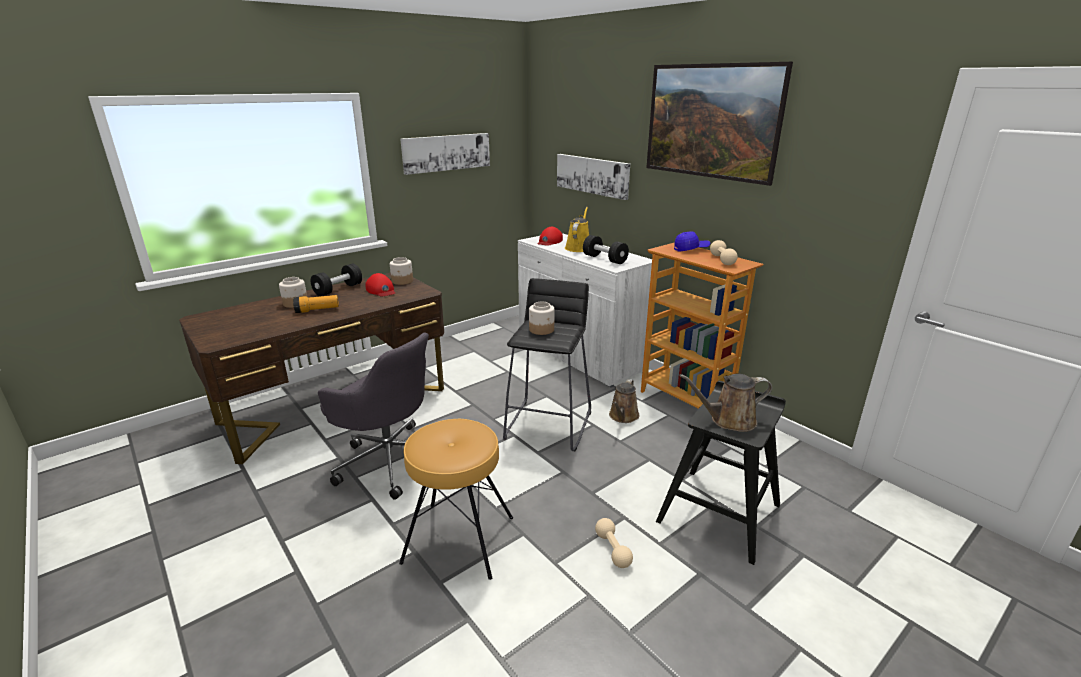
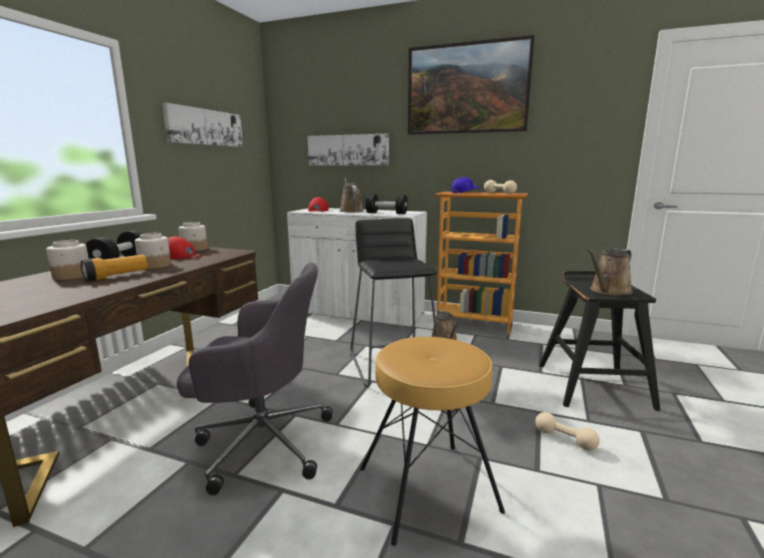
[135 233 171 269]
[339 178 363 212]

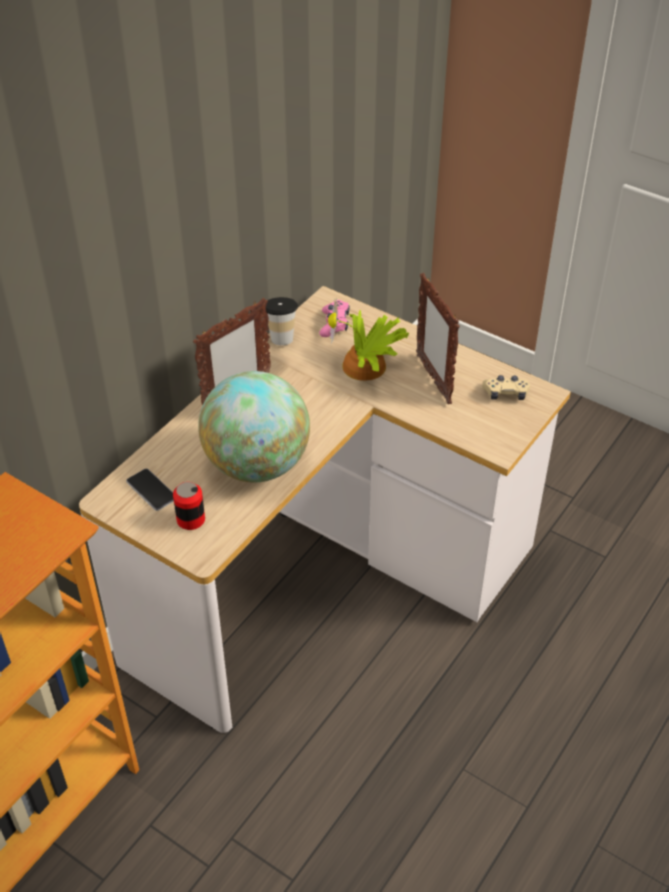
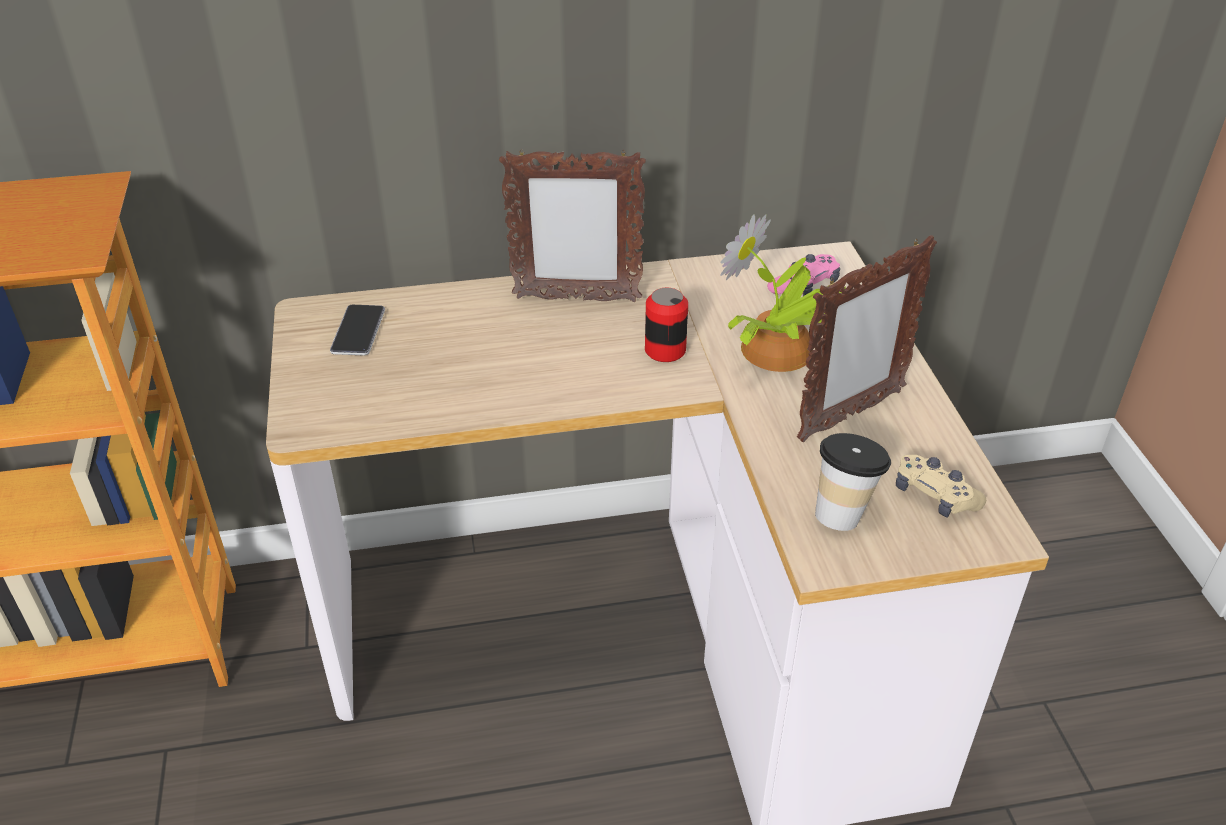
[645 288 688 362]
[797 235 937 442]
[815 433 891 531]
[198 371 310 482] (first image)

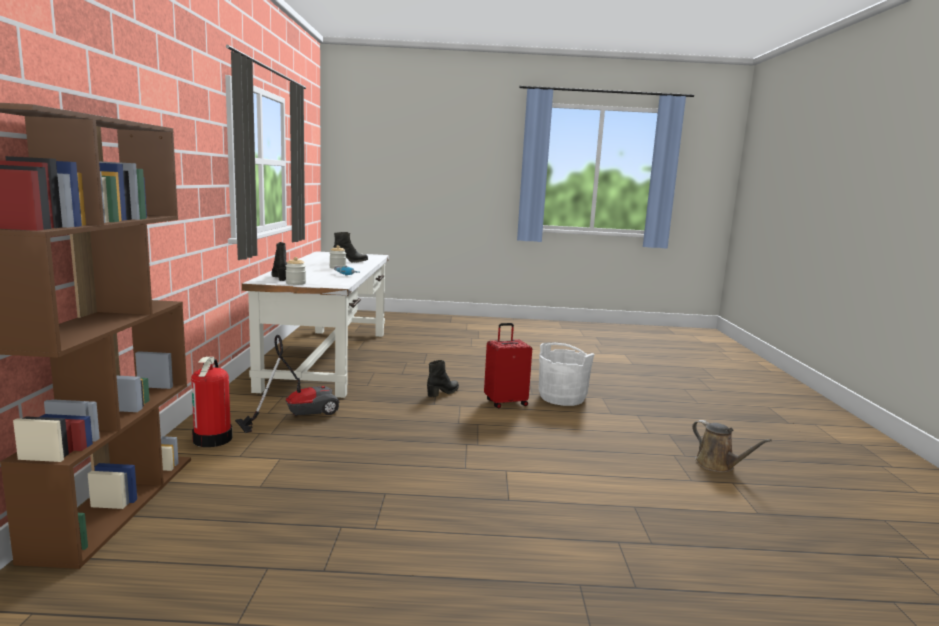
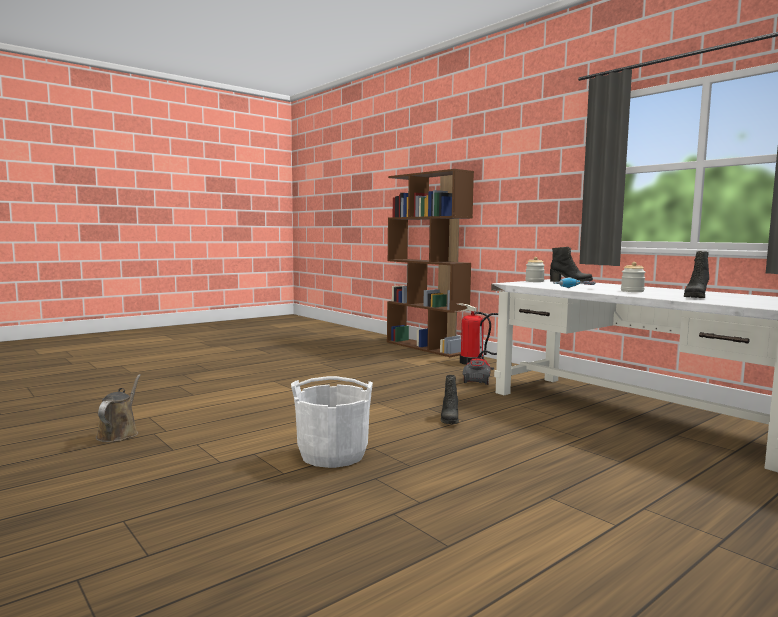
[96 374 141 442]
[484 323 532 408] (first image)

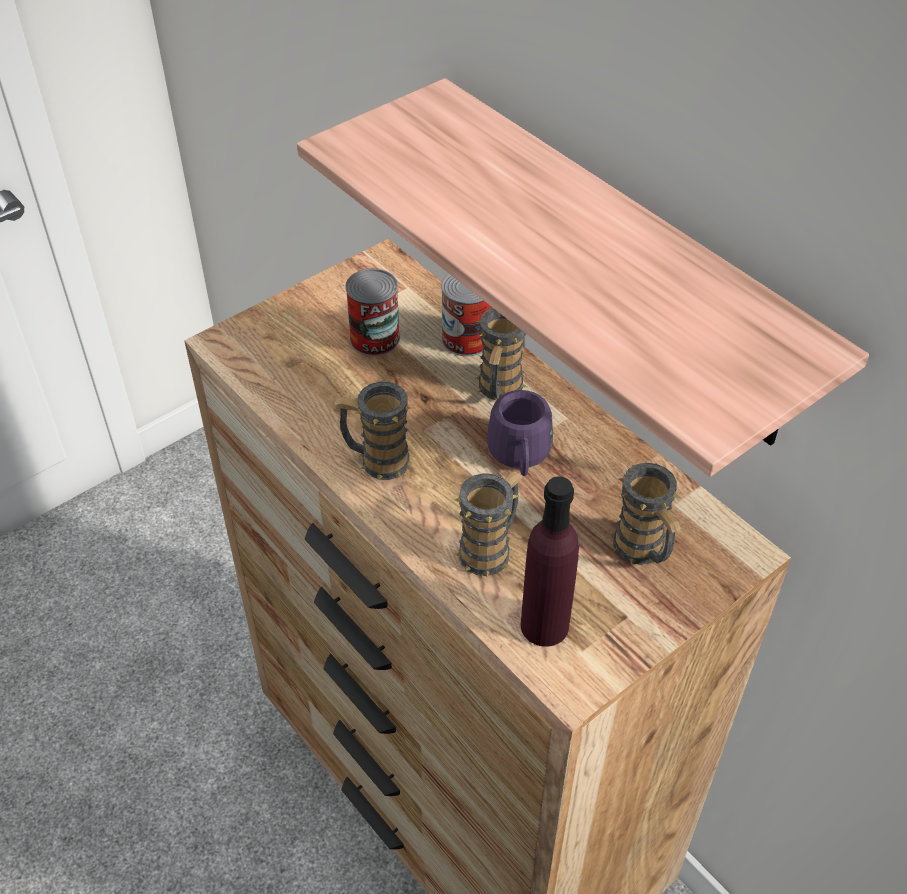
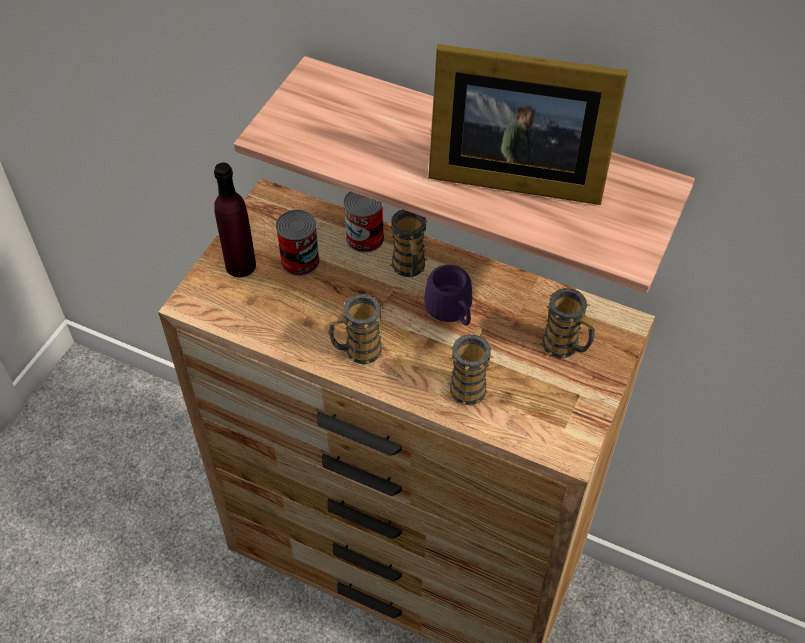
[214 163 256 277]
[428 44 628 205]

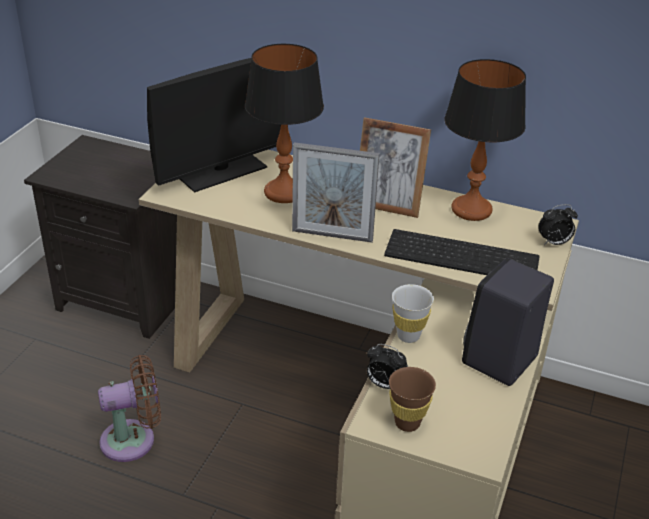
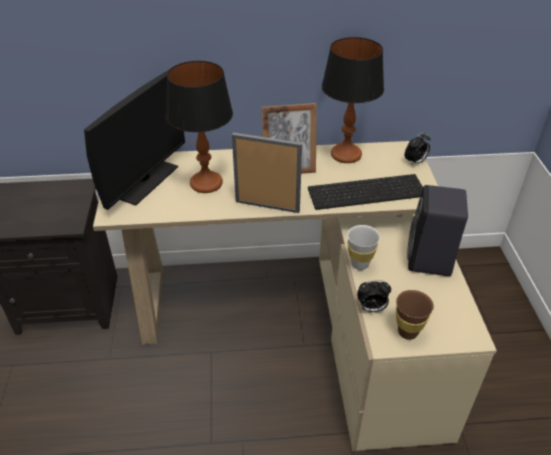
[232 133 302 213]
[98 355 161 462] (first image)

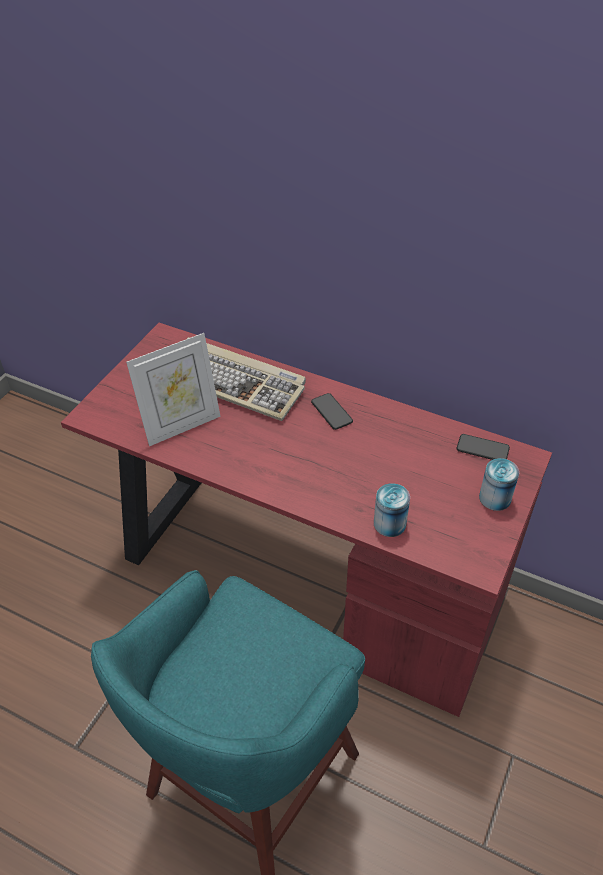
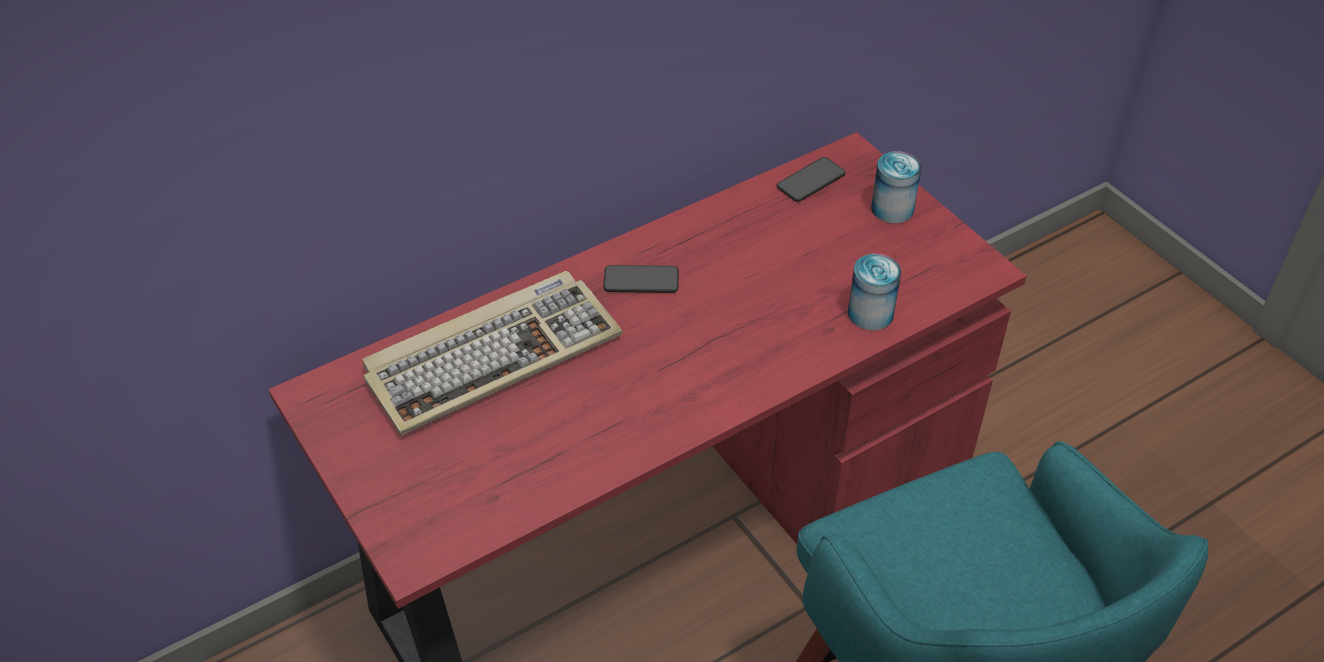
[126 333 221 446] (first image)

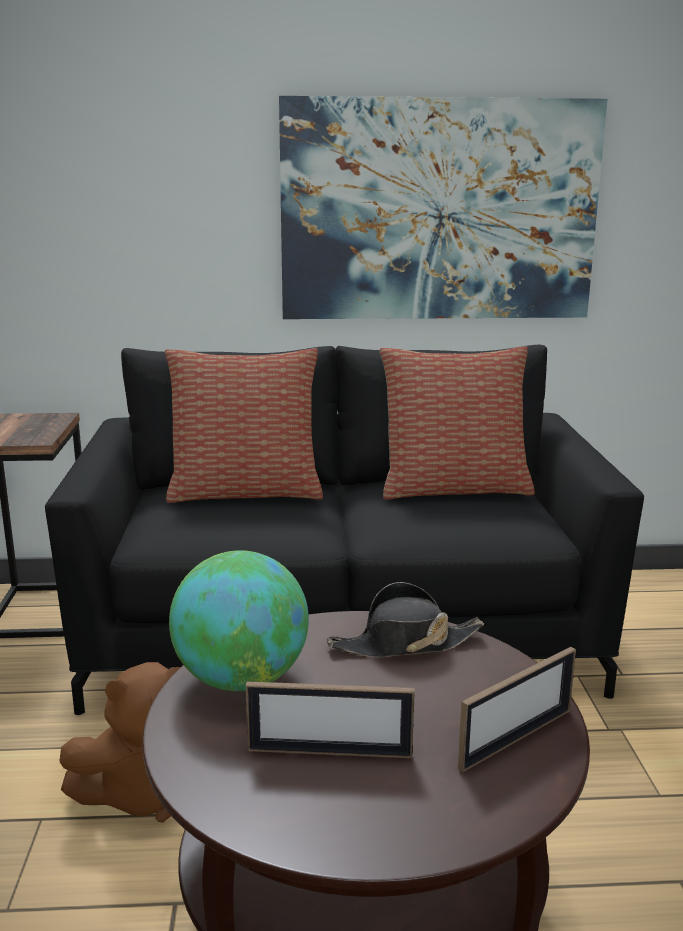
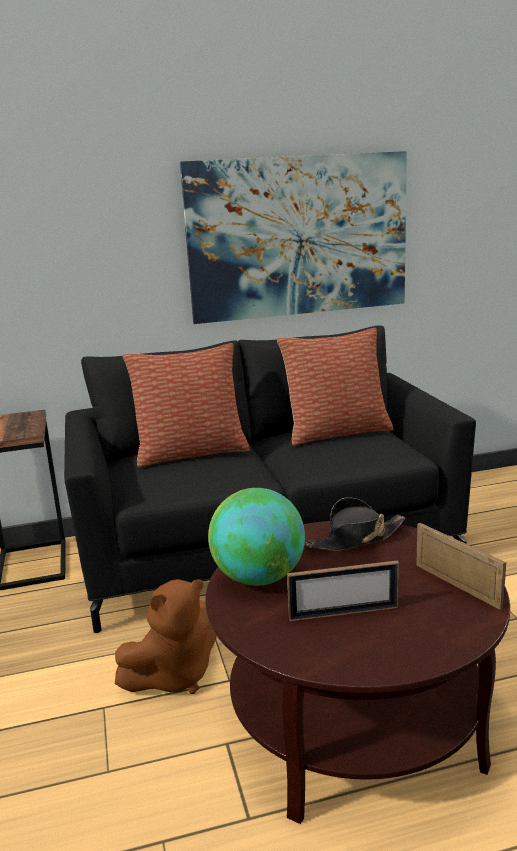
[416 523 506 610]

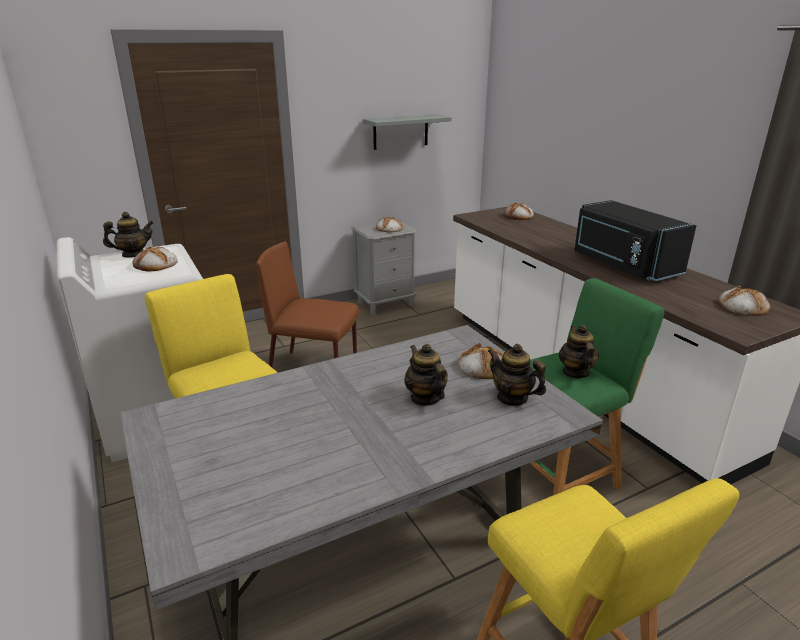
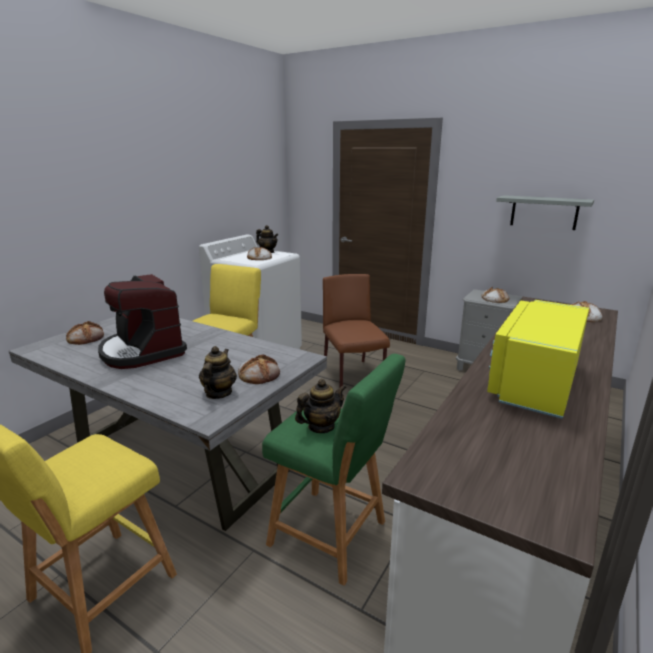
[66 321 104 345]
[98 274 187 369]
[487 300 589 419]
[404 344 448 406] (first image)

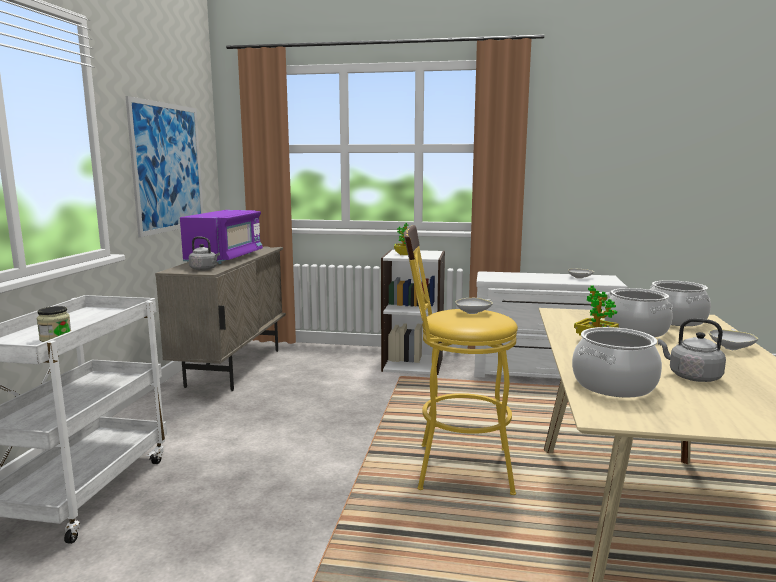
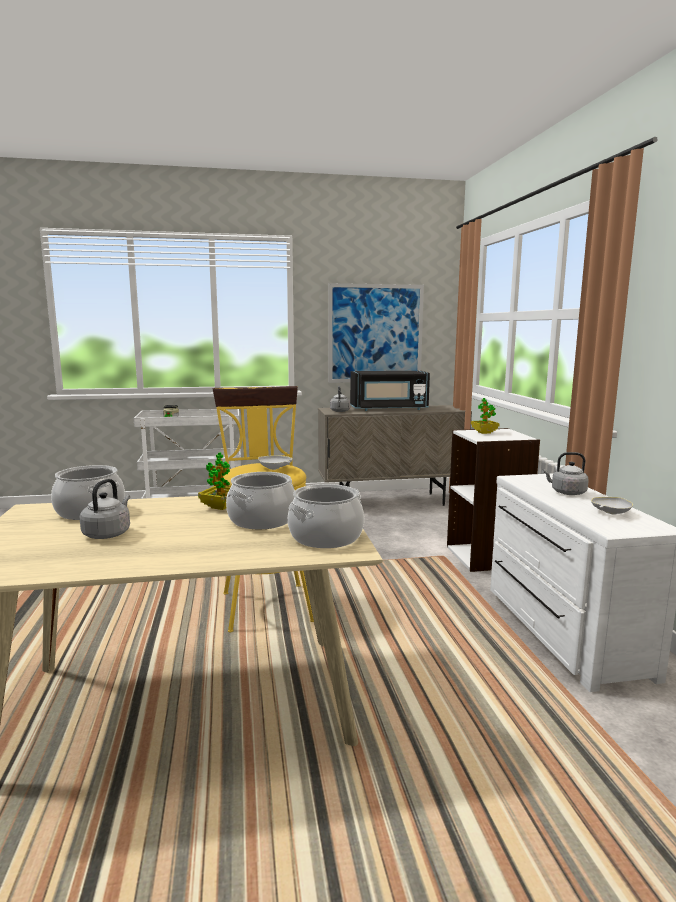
[350 371 430 411]
[543 452 589 495]
[709 329 758 350] (first image)

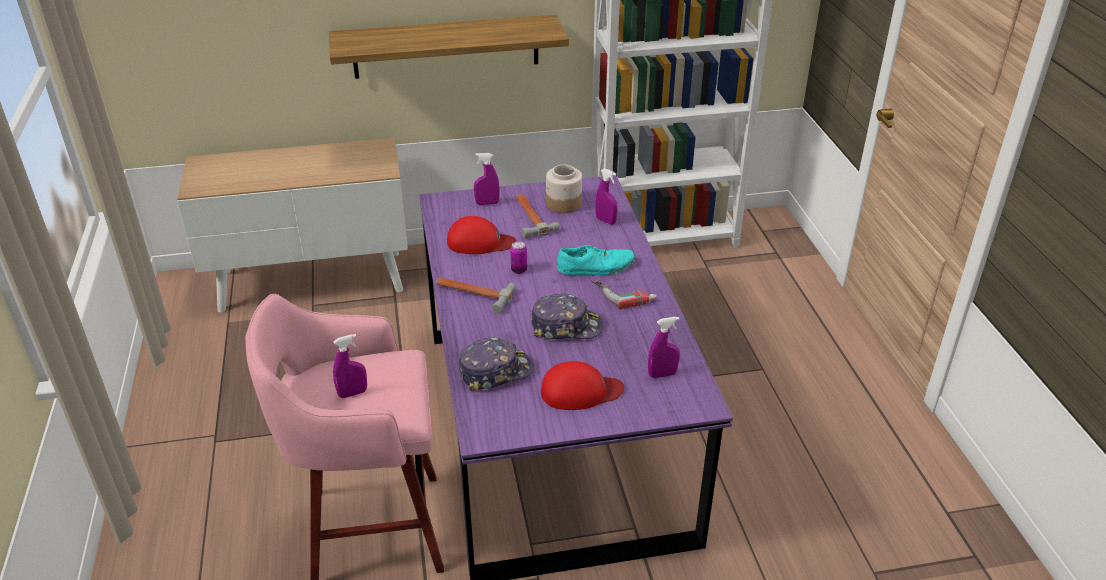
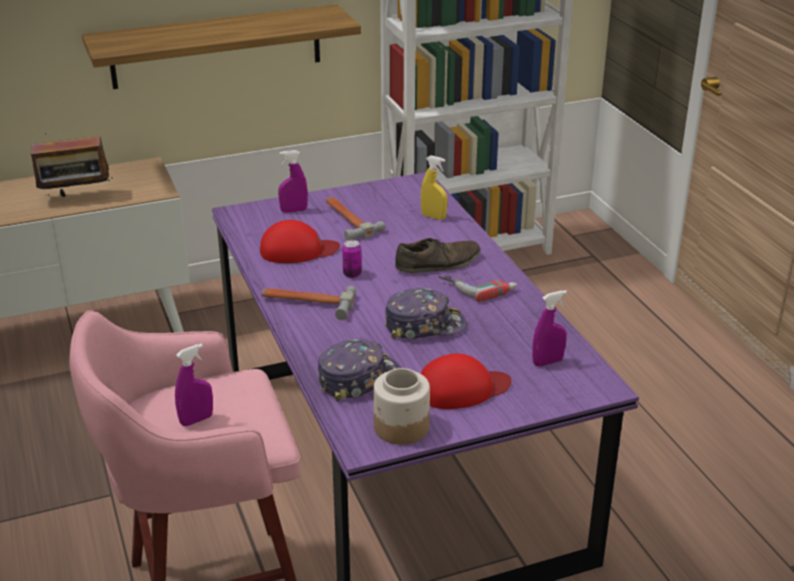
[31 136 112 198]
[373 368 430 445]
[395 238 480 273]
[421 155 447 220]

